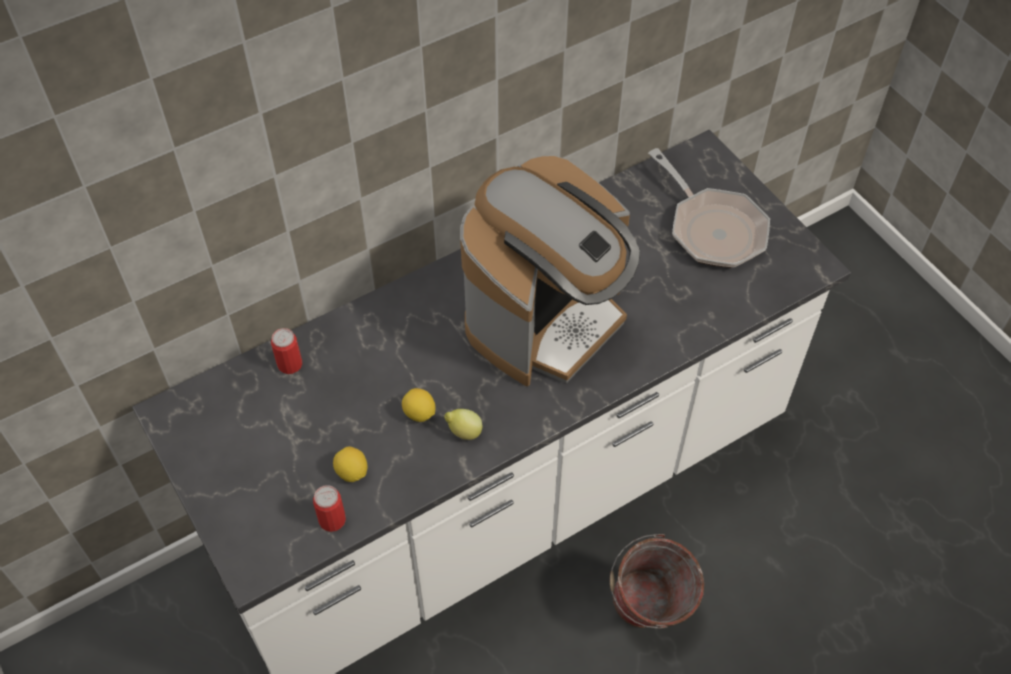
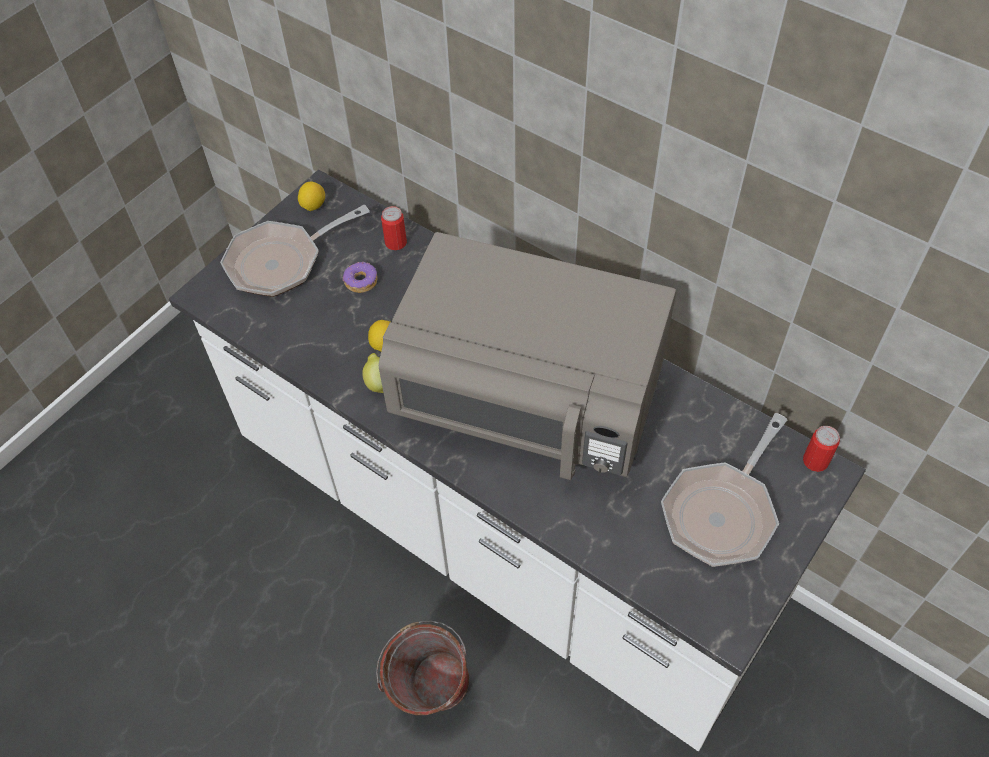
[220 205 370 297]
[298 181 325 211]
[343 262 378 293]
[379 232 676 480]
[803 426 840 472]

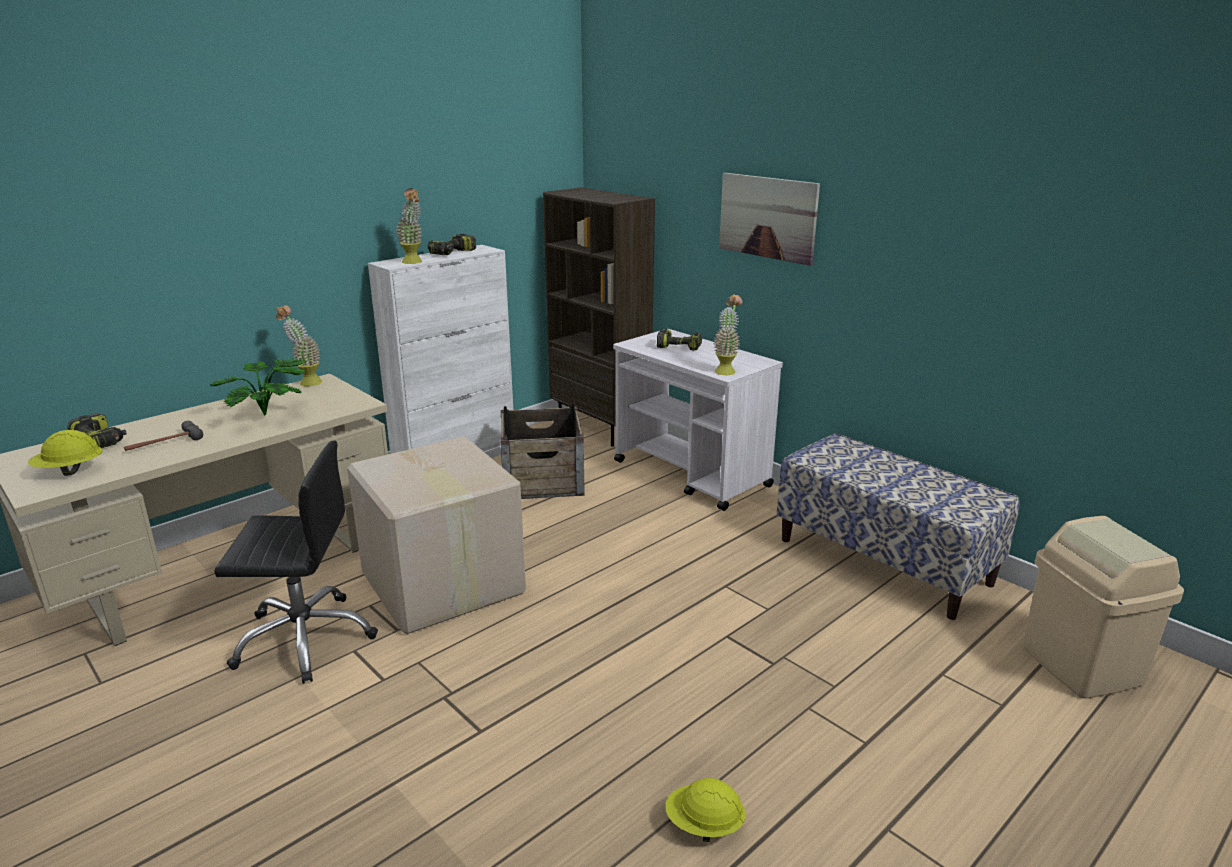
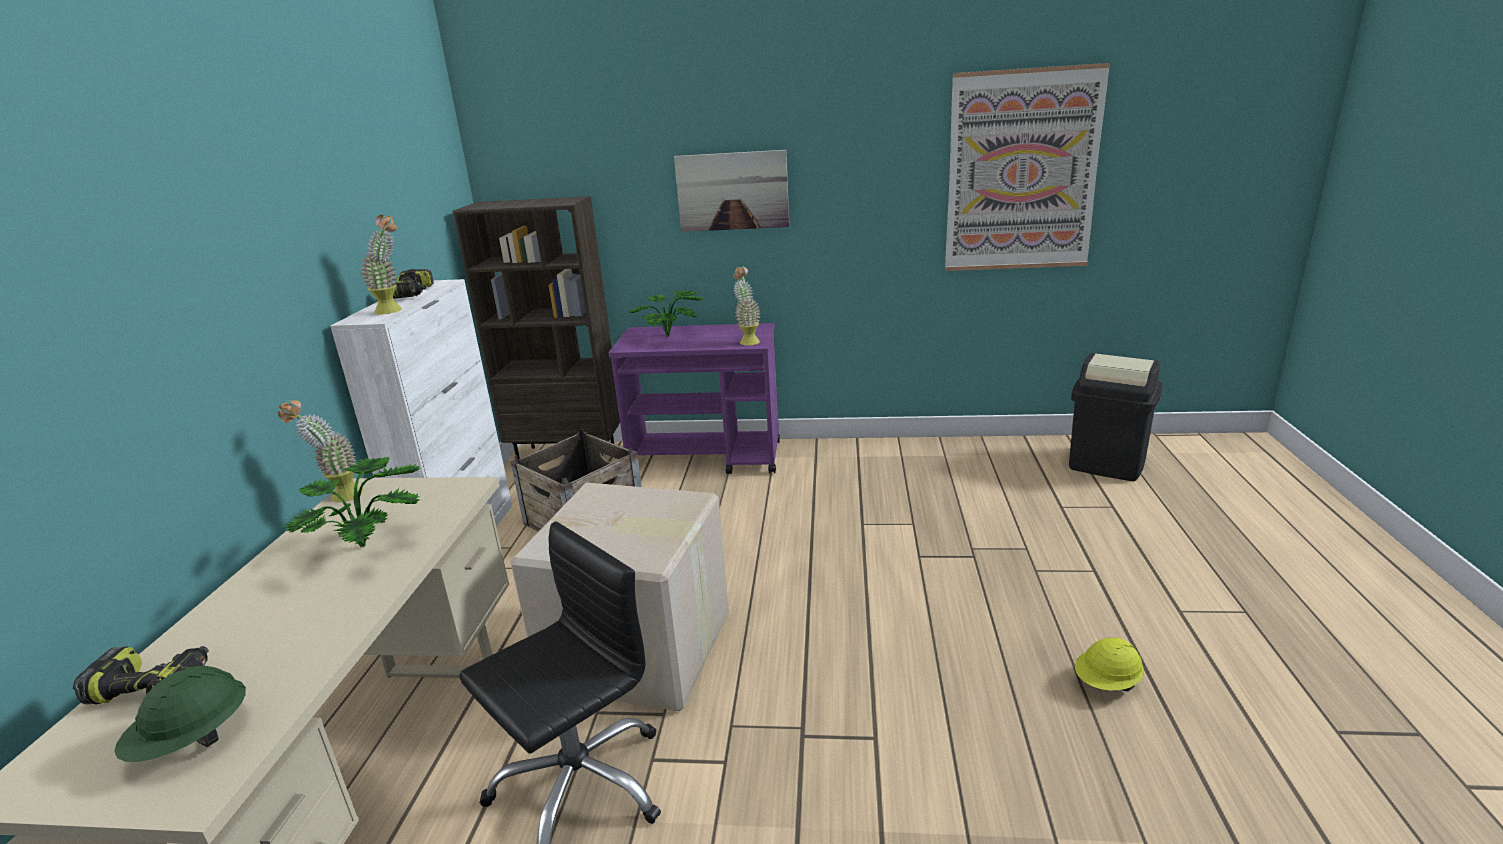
[114 666 246 762]
[608 323 780 474]
[629 290 703 337]
[945 63 1110 271]
[1069 353 1163 481]
[124 421 203 451] (first image)
[777 434 1020 620] (first image)

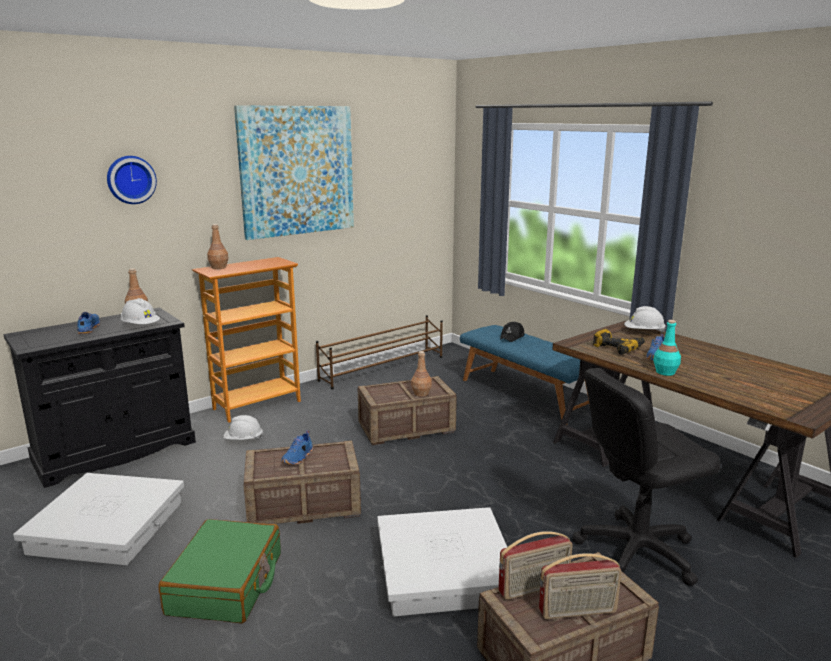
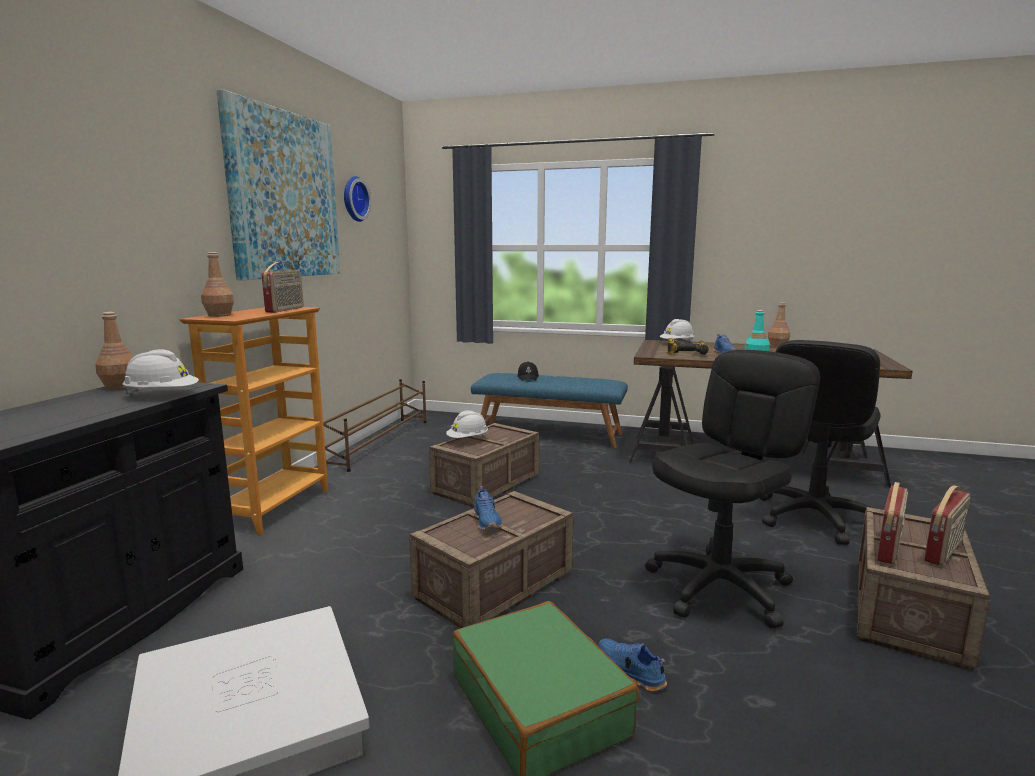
[262 262 304 313]
[344 176 371 222]
[446 410 488 438]
[599 638 667 692]
[645 350 820 629]
[768 302 790 347]

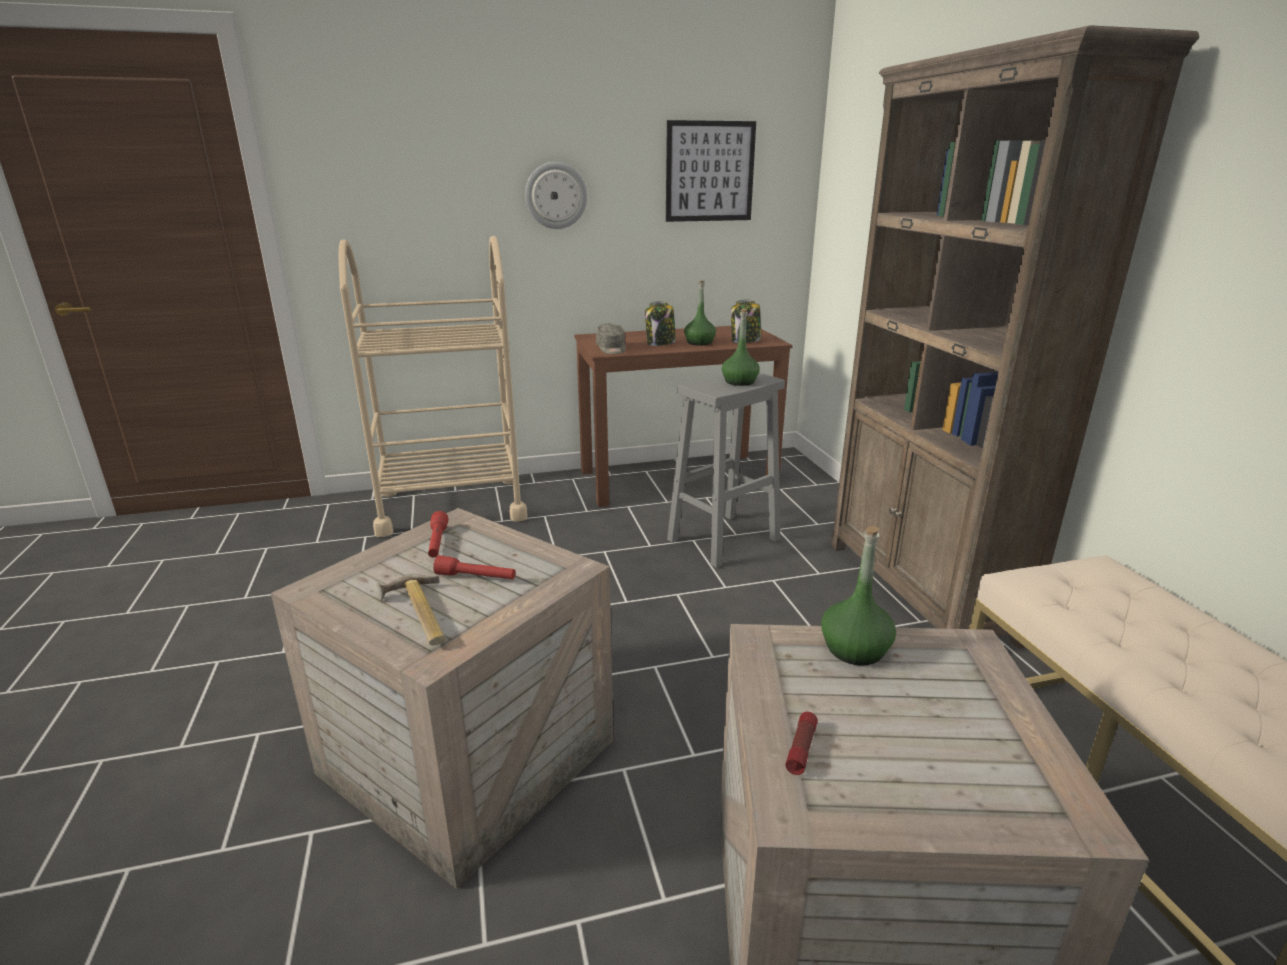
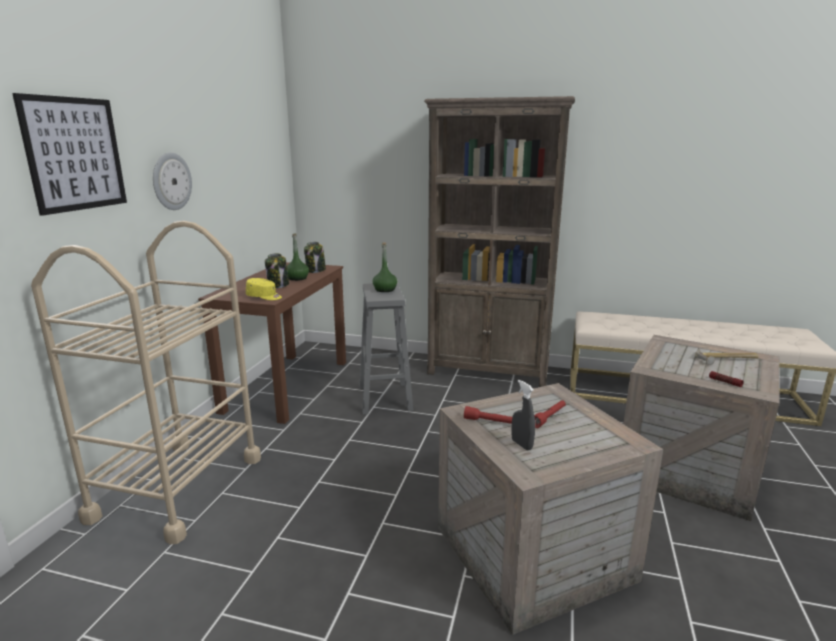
[12 93 127 216]
[246 278 282 300]
[511 380 535 450]
[695 348 758 365]
[821 526 896 666] (first image)

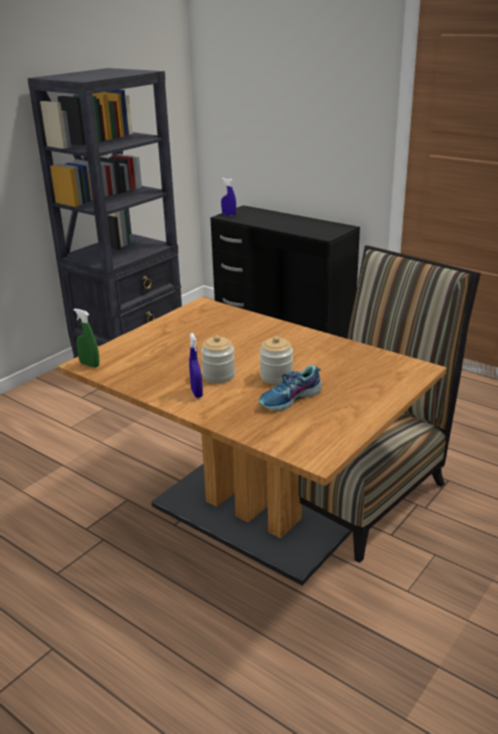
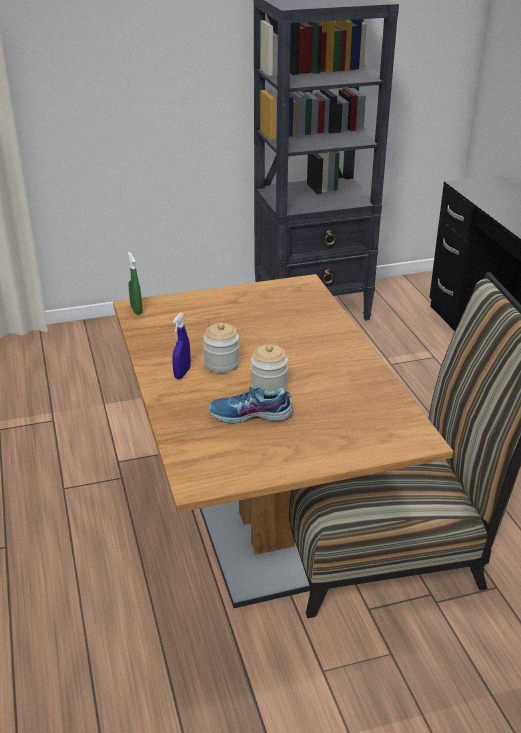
[221 178 236 216] (first image)

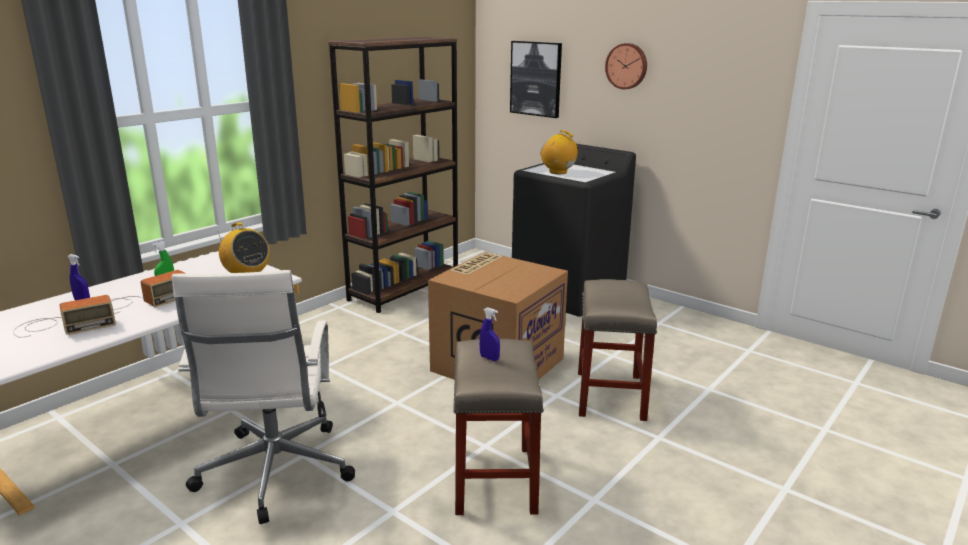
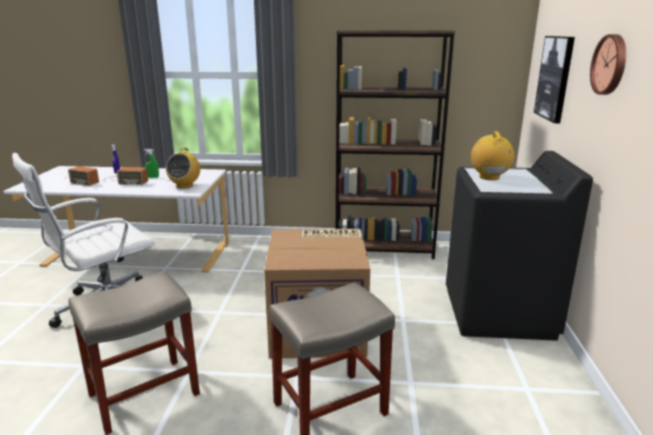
[479 307 500 361] (first image)

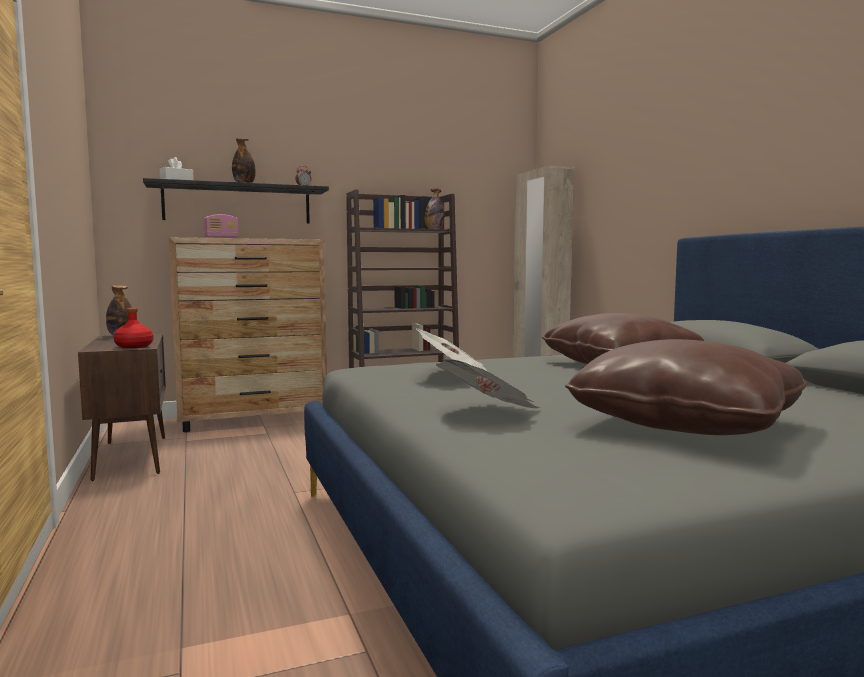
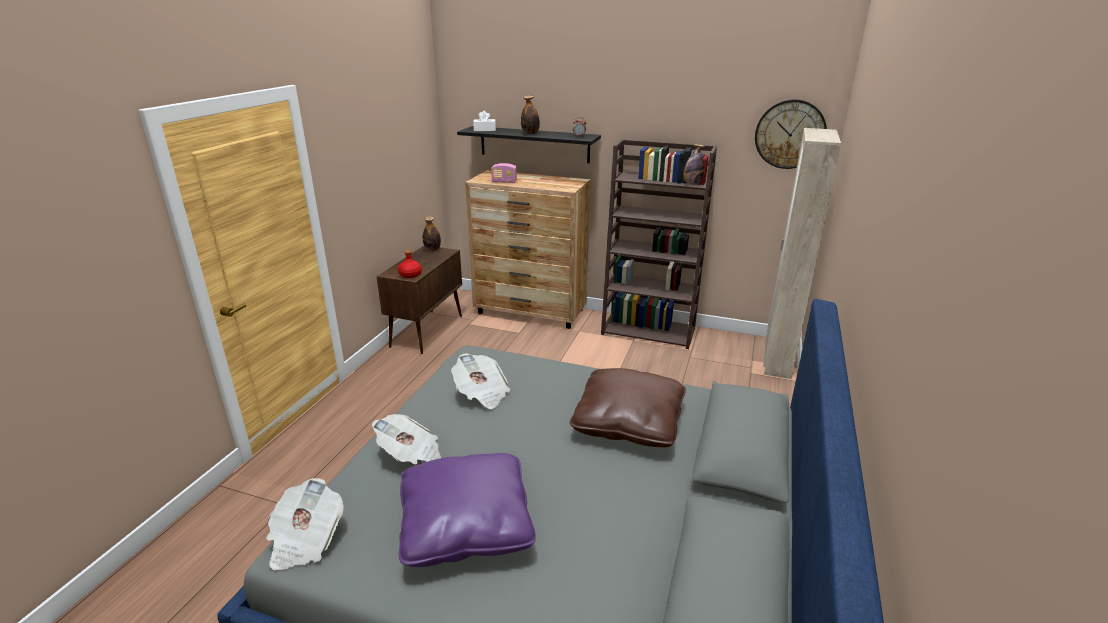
[266 478 344 570]
[399 453 536 567]
[755 100 827 169]

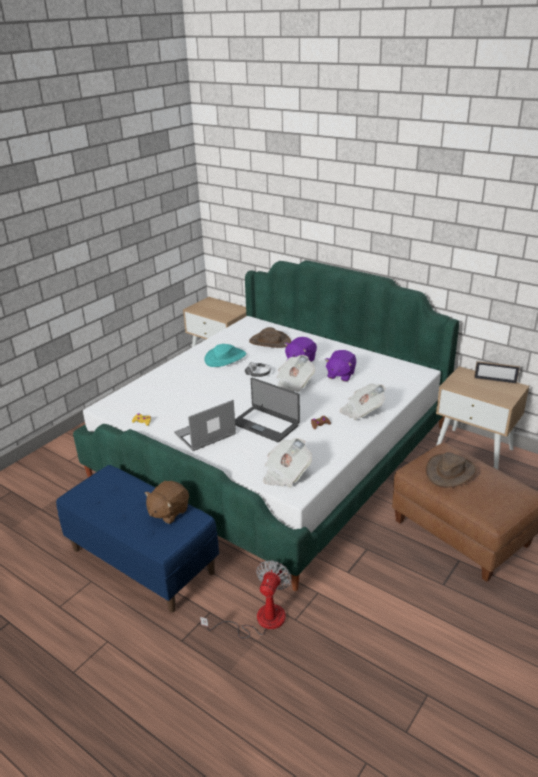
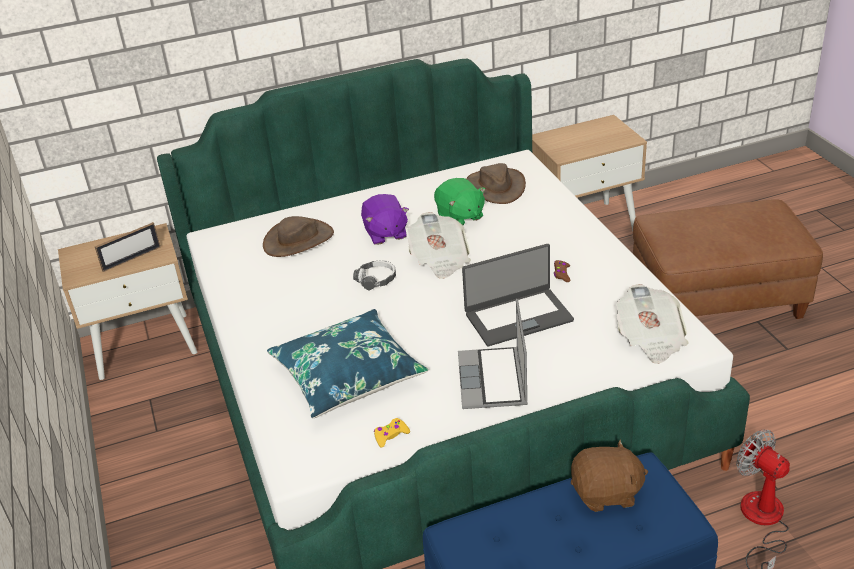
[95 222 160 272]
[267 309 428 418]
[434 178 486 225]
[466 163 526 204]
[571 440 648 512]
[204 344 246 367] (first image)
[340 383 386 420] (first image)

